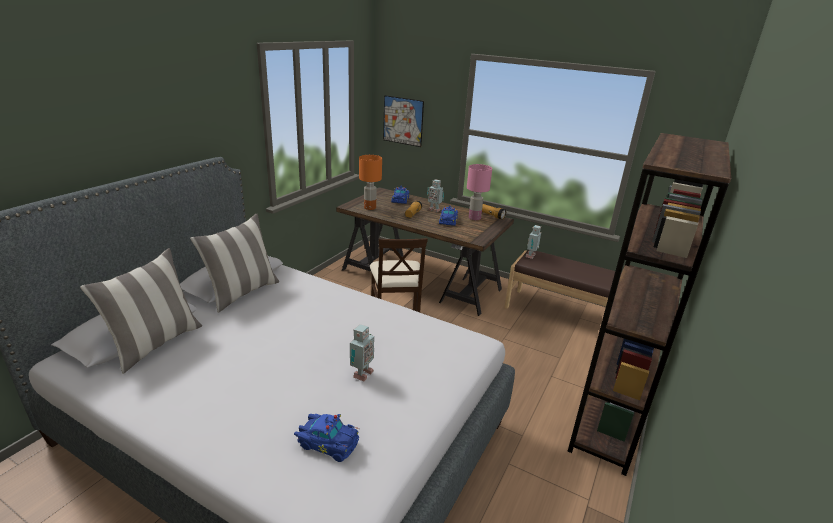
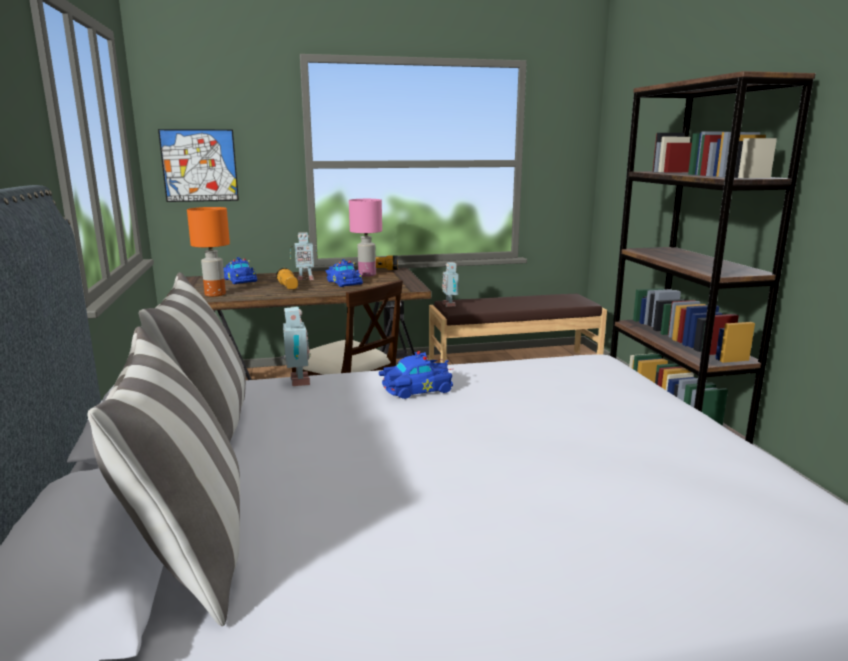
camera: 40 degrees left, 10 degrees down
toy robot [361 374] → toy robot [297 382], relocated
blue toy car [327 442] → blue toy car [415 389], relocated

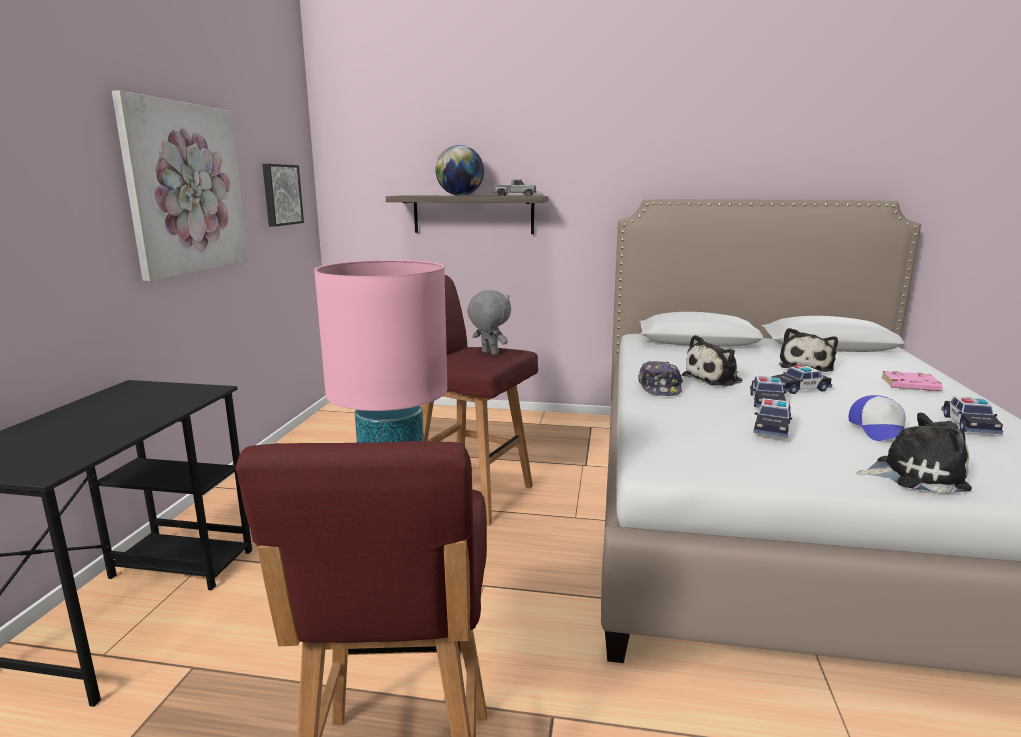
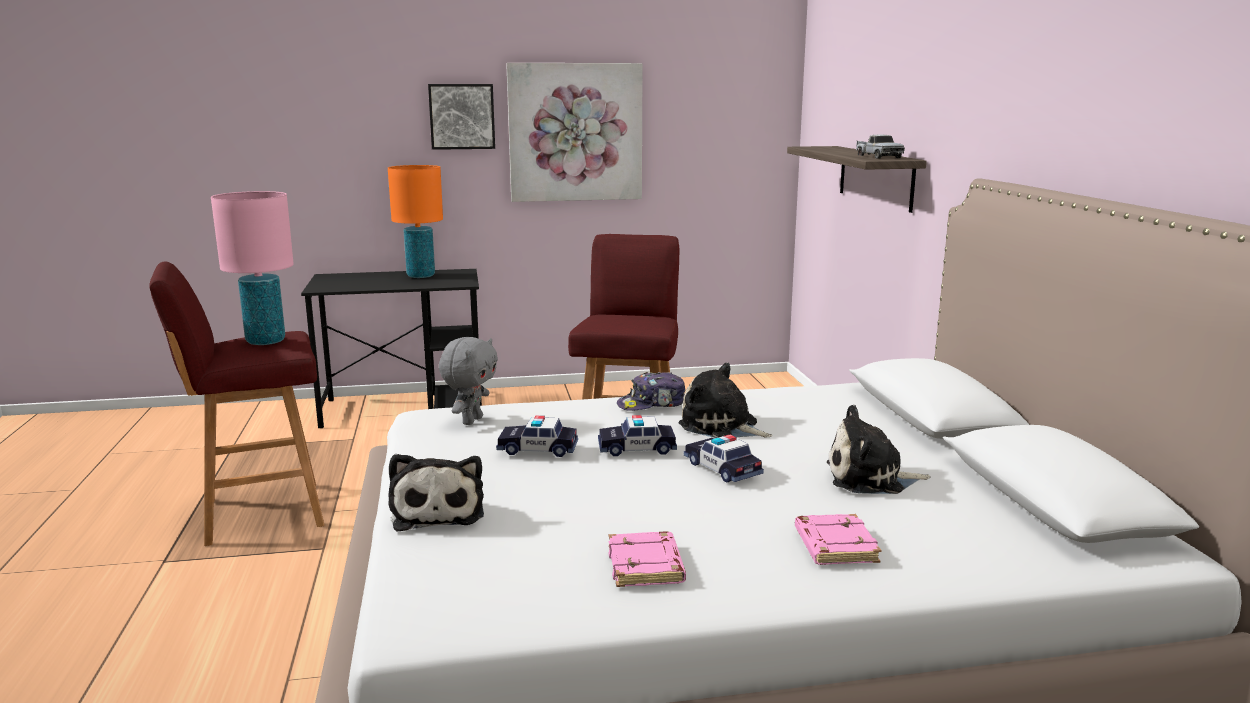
camera: 70 degrees right, 0 degrees up
globe [460 195] → -
picture [281 194] → picture [462 116], relocated
grey plush toy [489 353] → grey plush toy [471 420], relocated
cap [879 430] → -
toy car [969 424] → pink book [647 566]
- → orange table lamp [421 276]

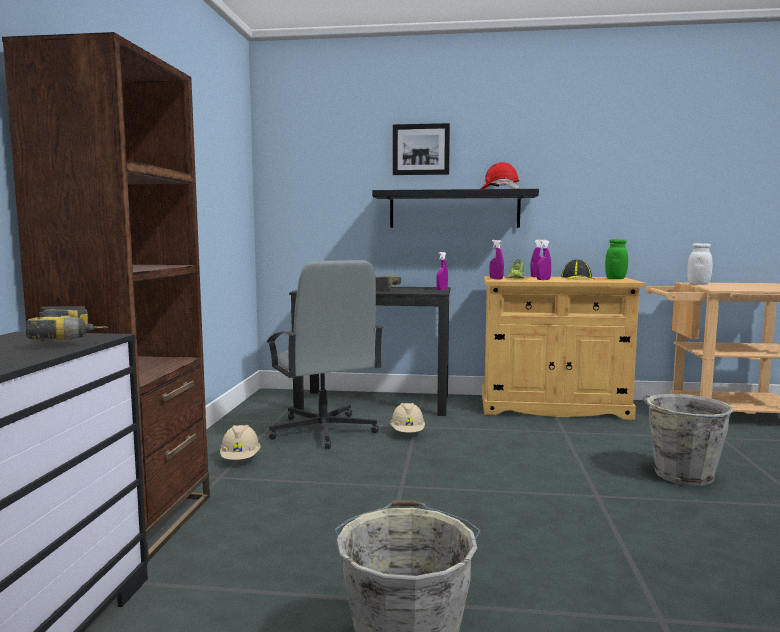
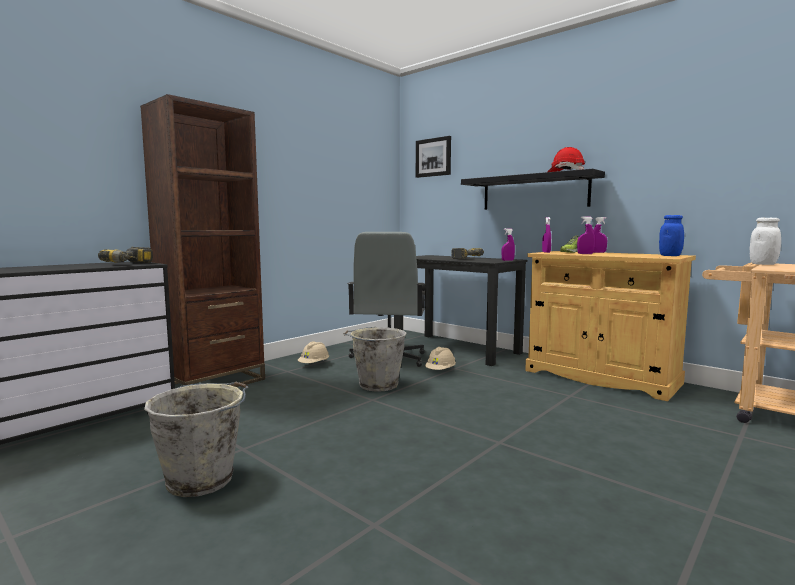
camera: 35 degrees right, 0 degrees up
picture [421 149] → picture [433 157], relocated
green jar [615 278] → blue jar [670 256]
cap [578 278] → -
grey bucket [682 476] → grey bucket [376 385], relocated

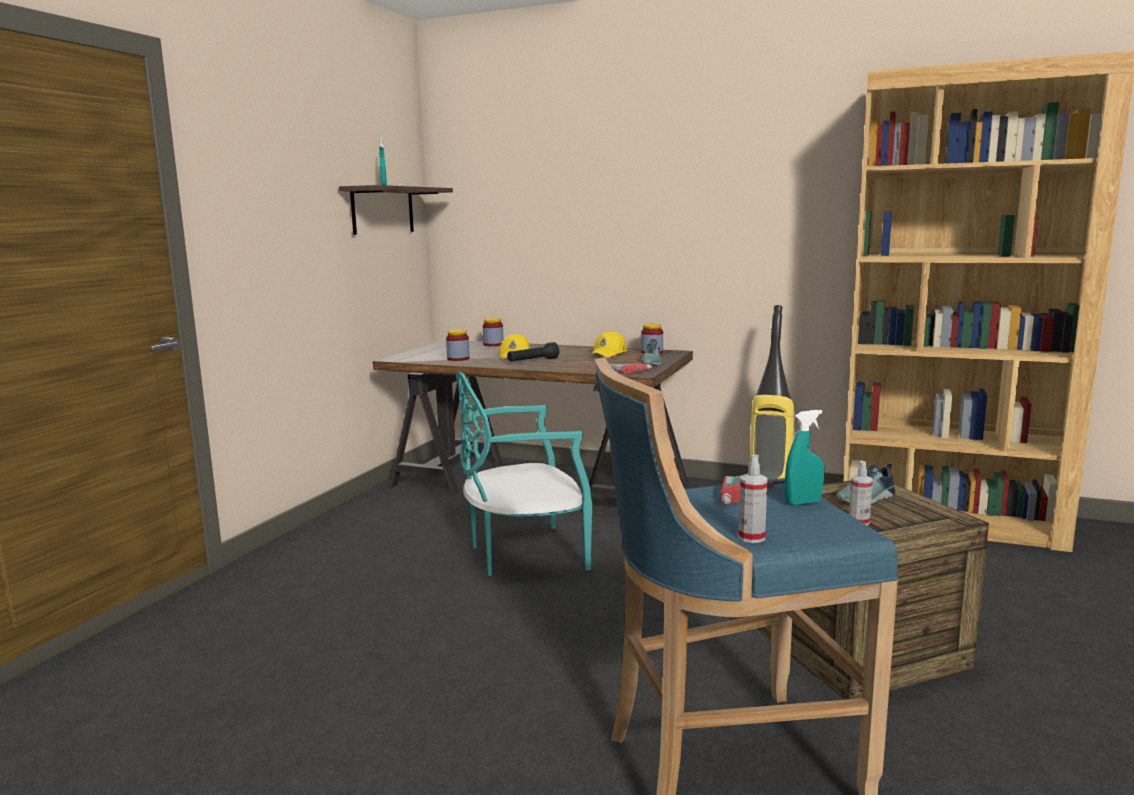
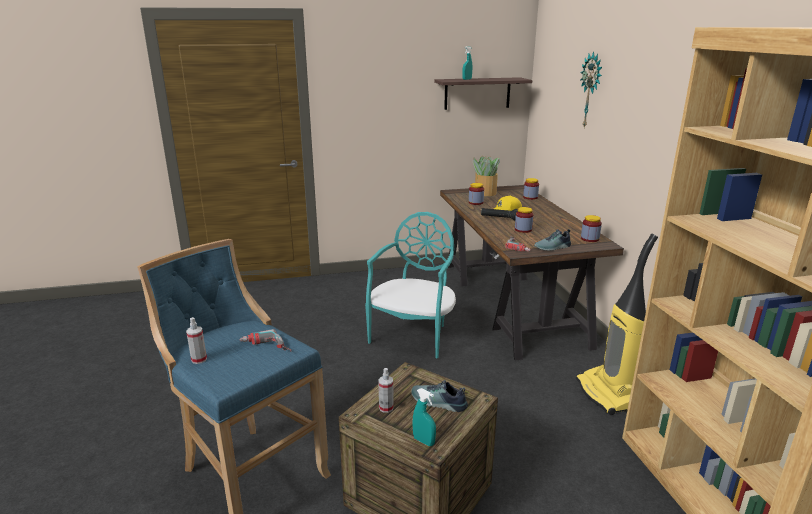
camera: 55 degrees right, 10 degrees up
yellow cap [609 354] → -
turquoise chair [524 554] → turquoise chair [414 335], 75 degrees clockwise
turquoise spray bottle [803 503] → turquoise spray bottle [424 441], relocated
- → wall clock [591 91]
- → potted plant [485 193]
- → jar [523 229]

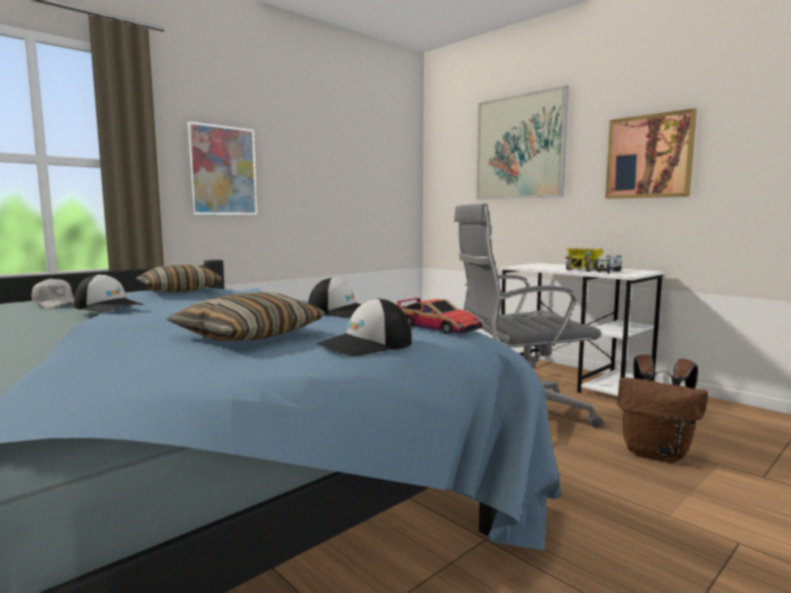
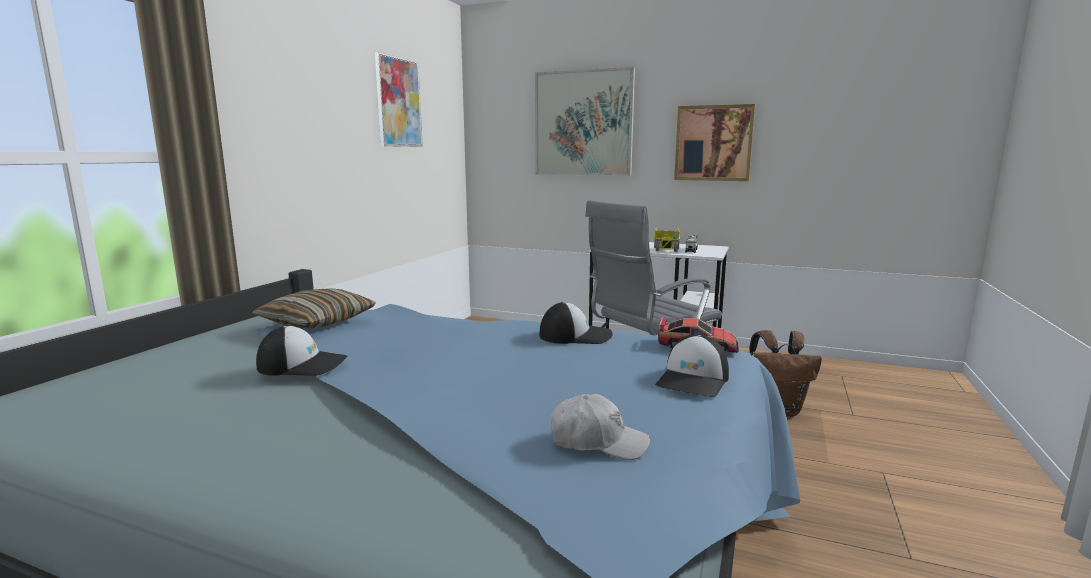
camera: 25 degrees left, 5 degrees up
picture [223 171] → picture [398 102], relocated
white cap [56 304] → white cap [597 442], relocated
pillow [248 335] → -

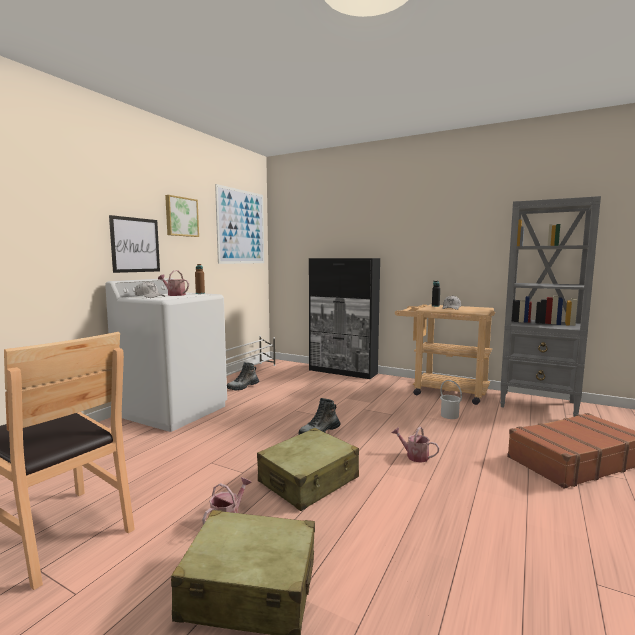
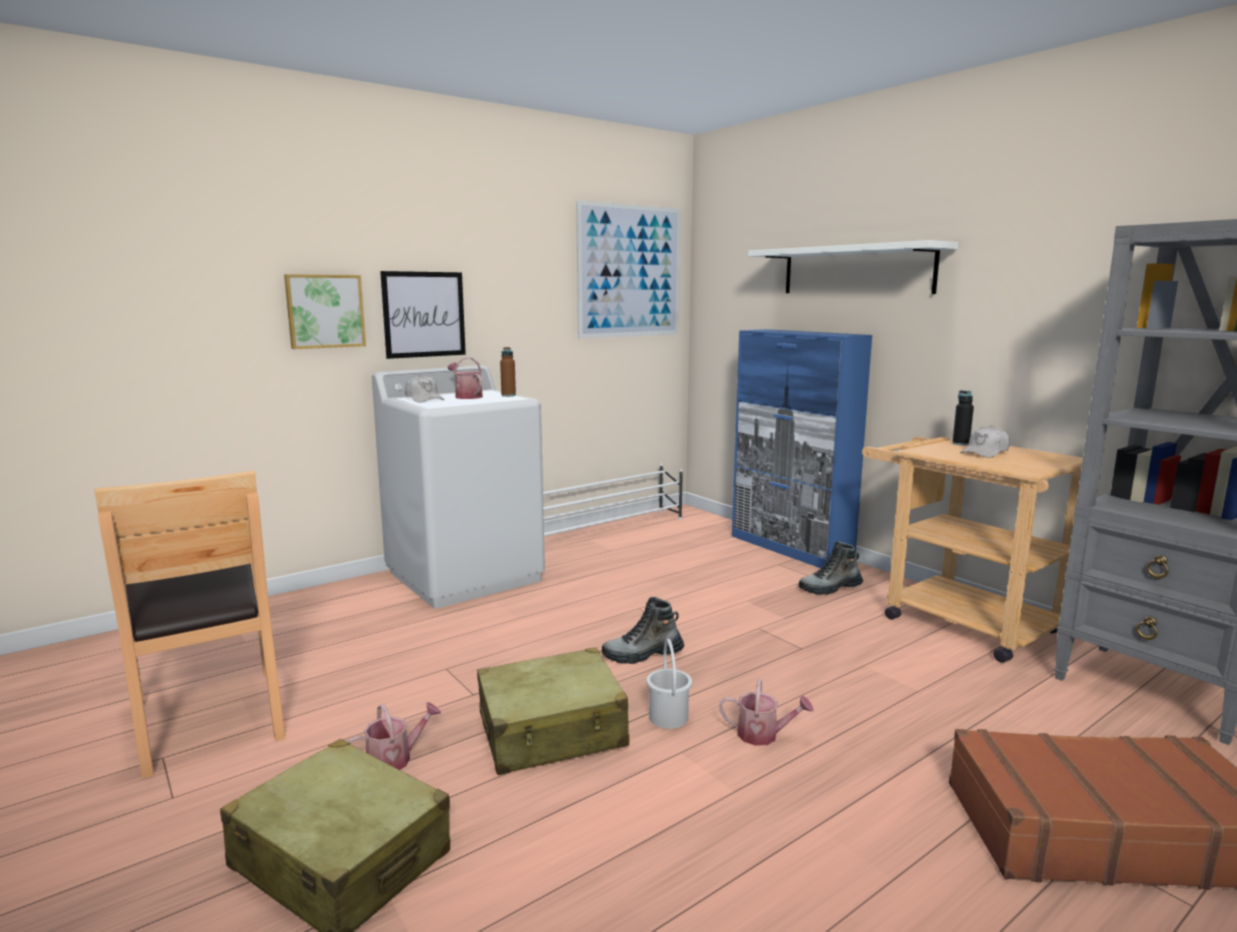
camera: 25 degrees right, 5 degrees up
picture [181 217] → picture [325 311], relocated
black cabinet [343 372] → blue cabinet [790 549]
boot [243 387] → boot [830 588], relocated
white bucket [449 415] → white bucket [669 717], relocated
watering can [414 456] → watering can [763 735], 135 degrees clockwise
- → white shelf [856 270]

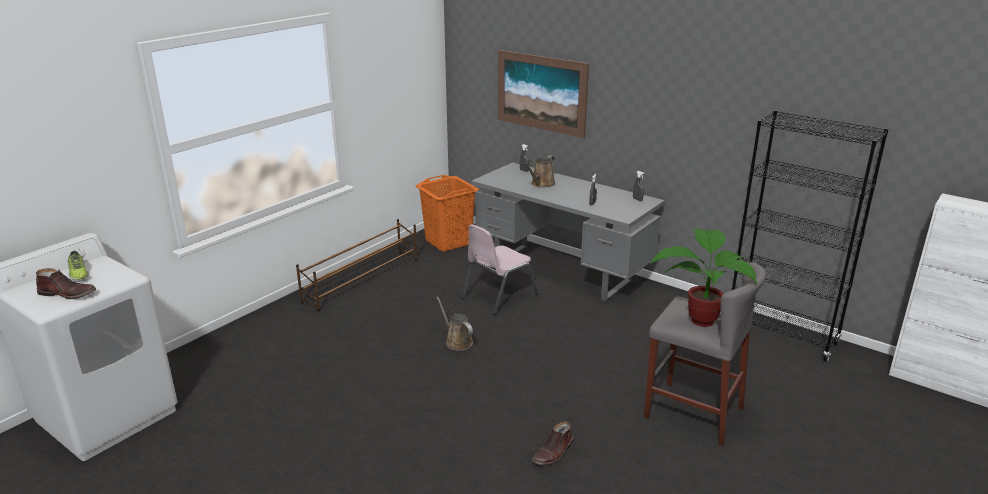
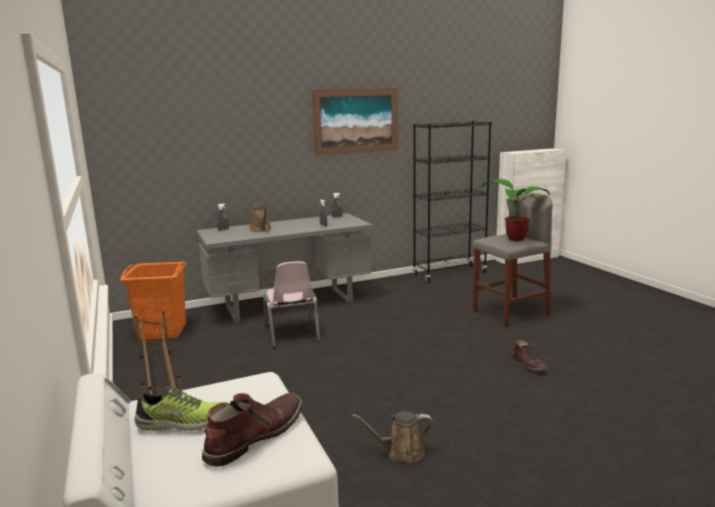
camera: 60 degrees left, 10 degrees down
picture [541 93] → picture [356 121], relocated
brown watering can [457 341] → brown watering can [401 452], relocated

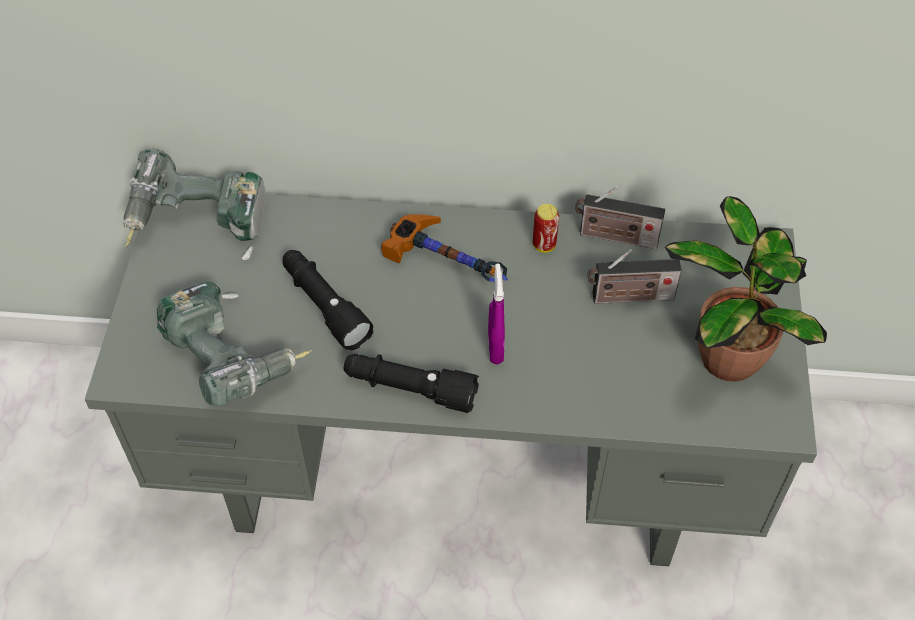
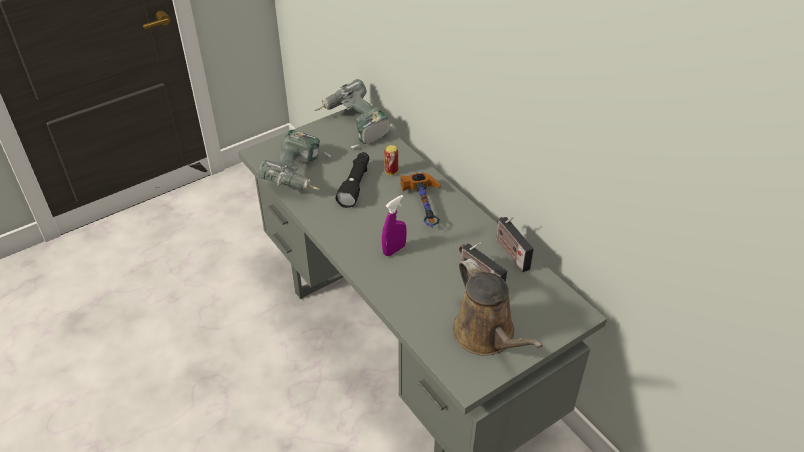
camera: 50 degrees right, 10 degrees down
potted plant [726 355] → brown watering can [487 335]
can [544 245] → can [391 172], relocated
black flashlight [410 389] → -

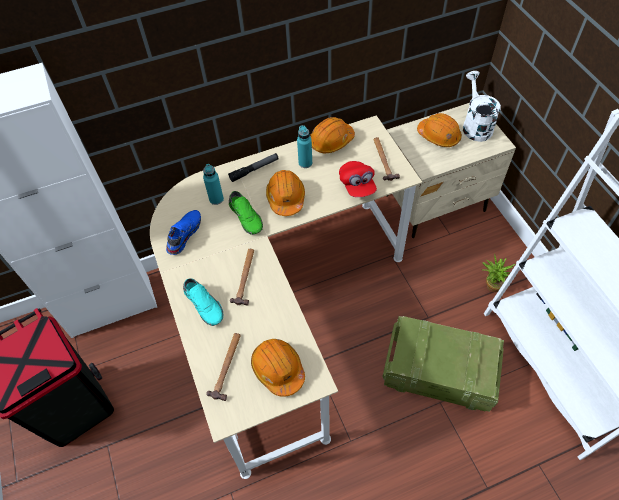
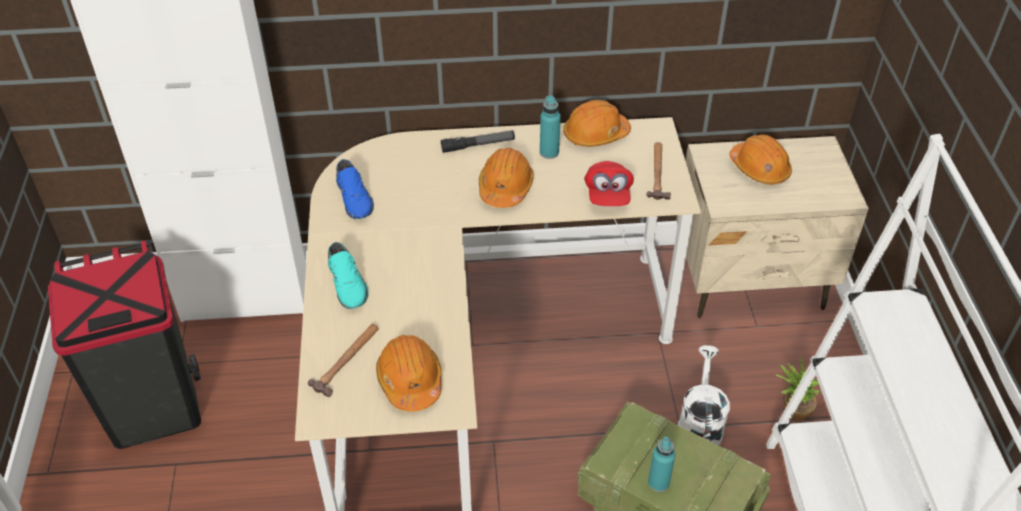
camera: 15 degrees right, 10 degrees down
white watering can [475 125] → white watering can [699 424], relocated
turquoise bottle [216 199] → turquoise bottle [658 482], relocated
green shoe [247 217] → -
blue shoe [183 234] → blue shoe [355 198], 120 degrees clockwise
hammer [245 277] → -

